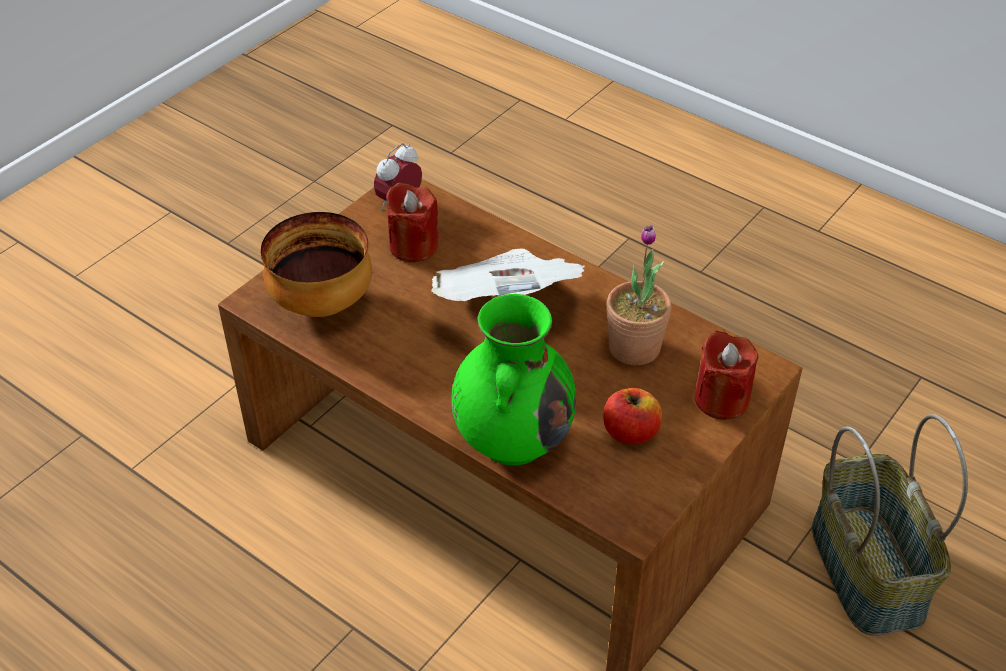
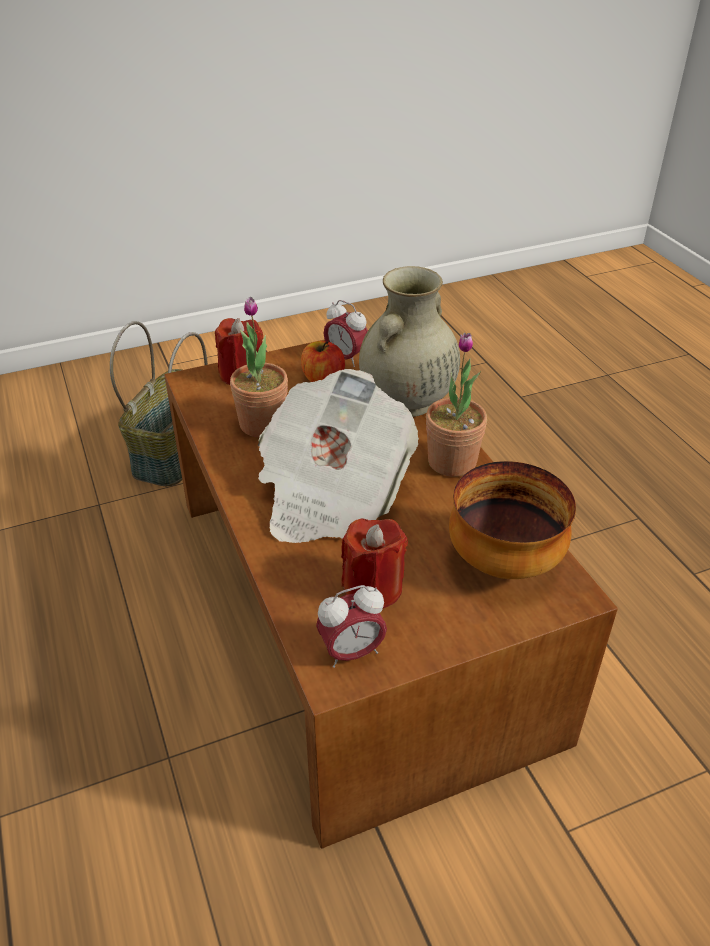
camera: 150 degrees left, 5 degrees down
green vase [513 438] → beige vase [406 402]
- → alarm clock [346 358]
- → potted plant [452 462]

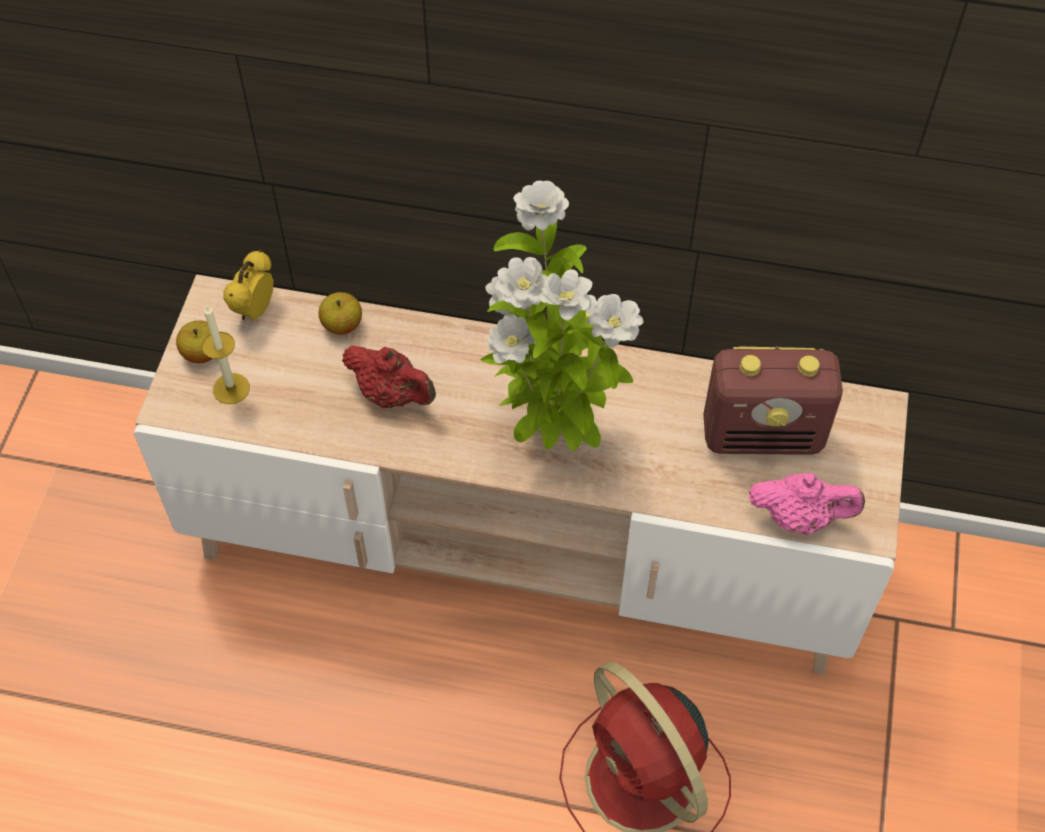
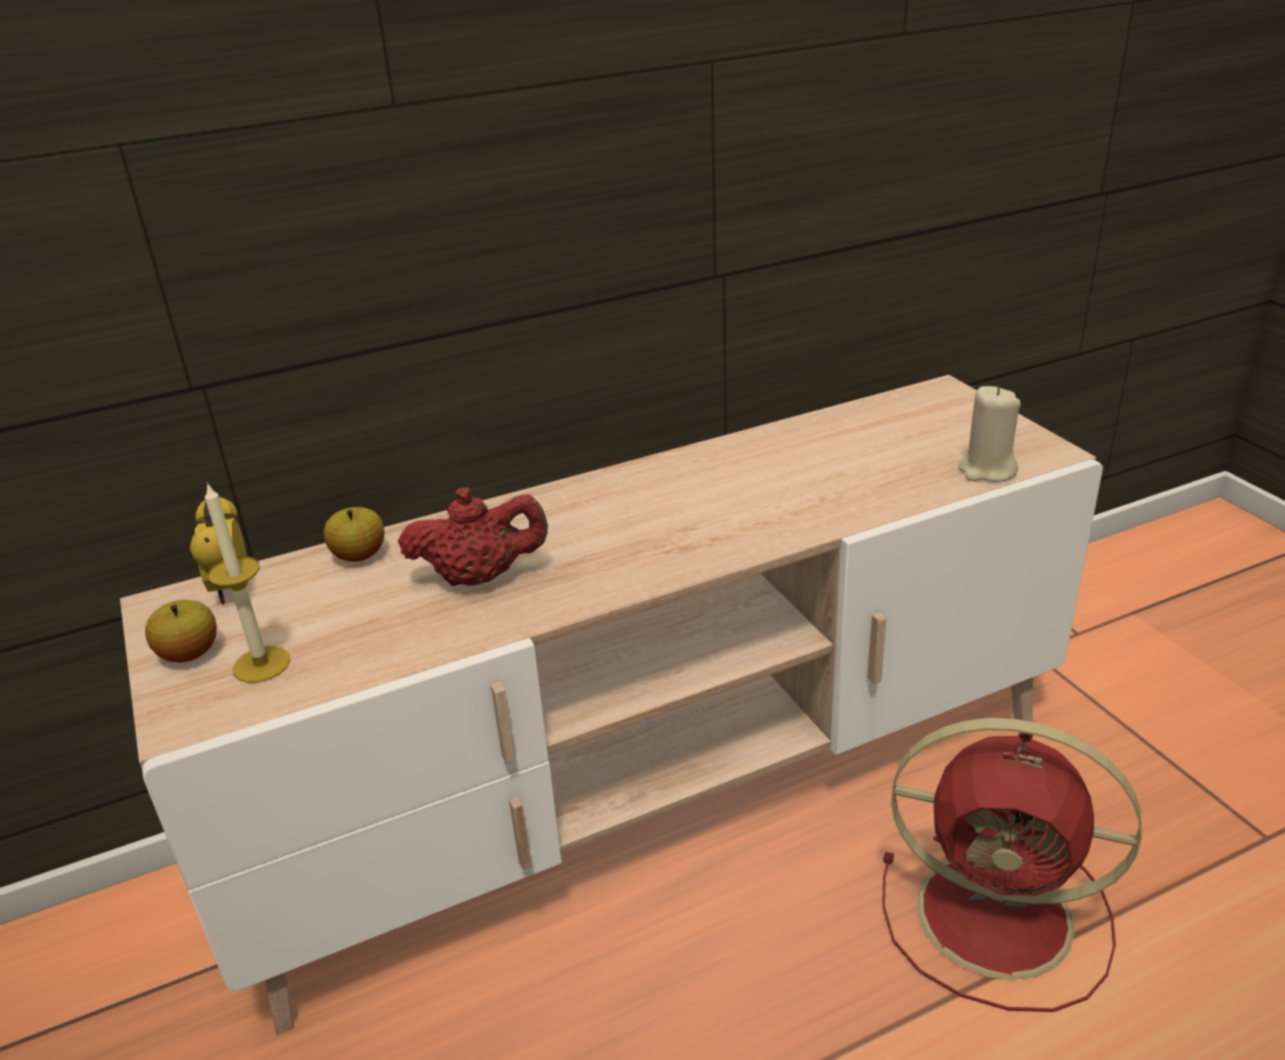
camera: 35 degrees left, 25 degrees down
potted plant [553 433] → -
radio [763 434] → -
pink teapot [799 517] → beige candle [986 470]

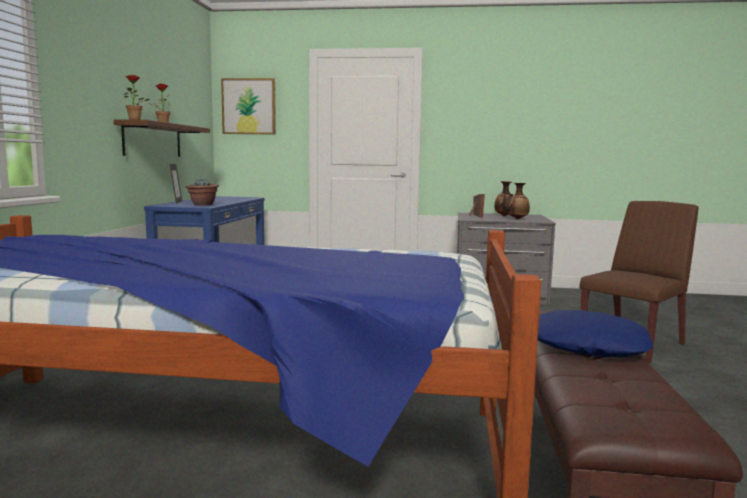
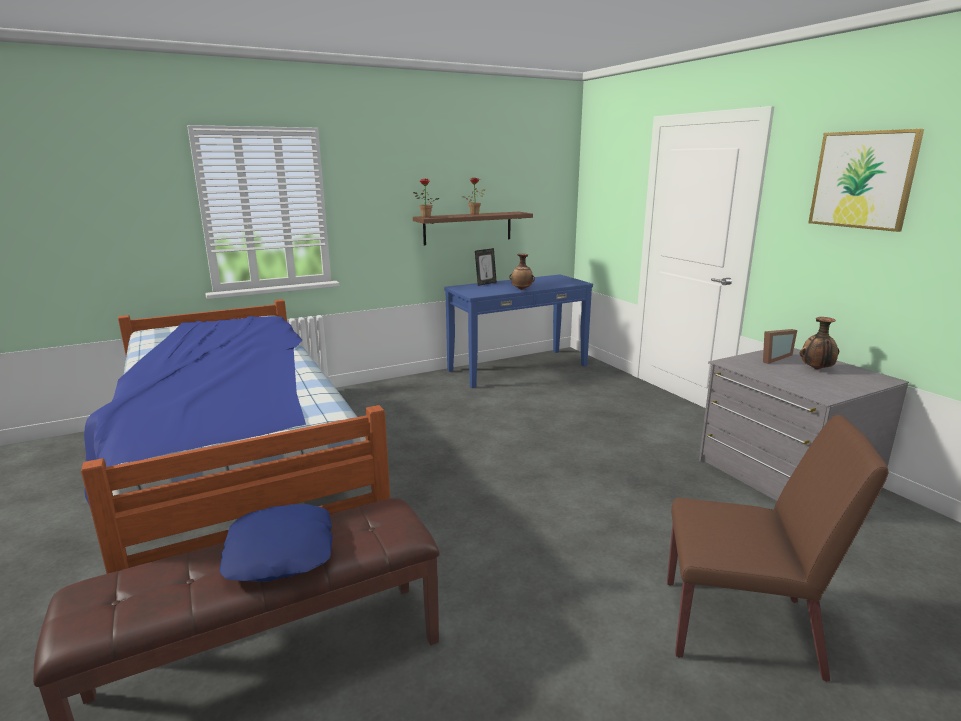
camera: 55 degrees right, 10 degrees up
picture [249 106] → picture [863 180], relocated
potted plant [203 205] → -
vase [517 219] → vase [521 289], relocated

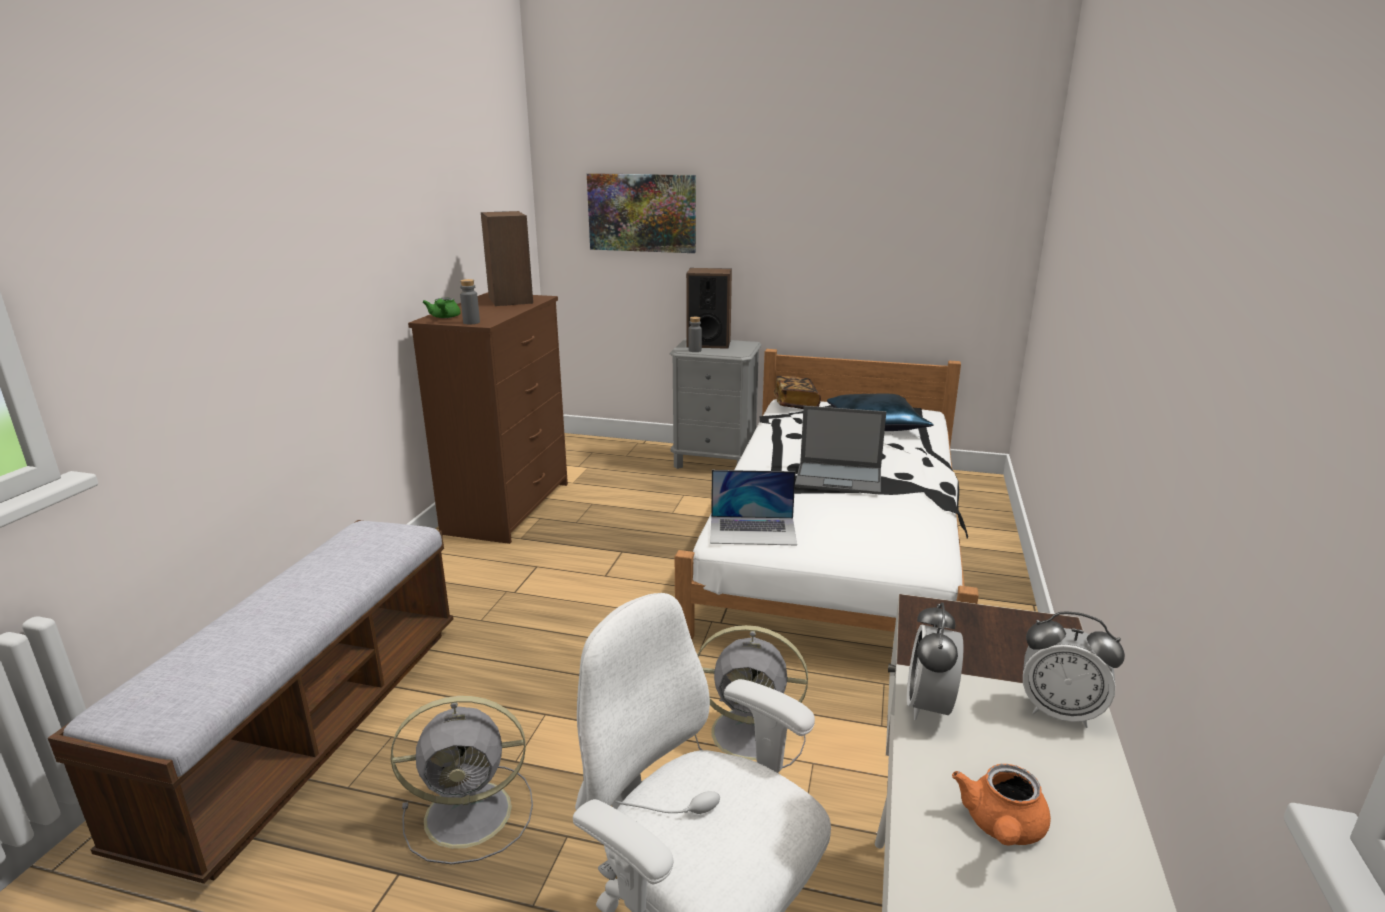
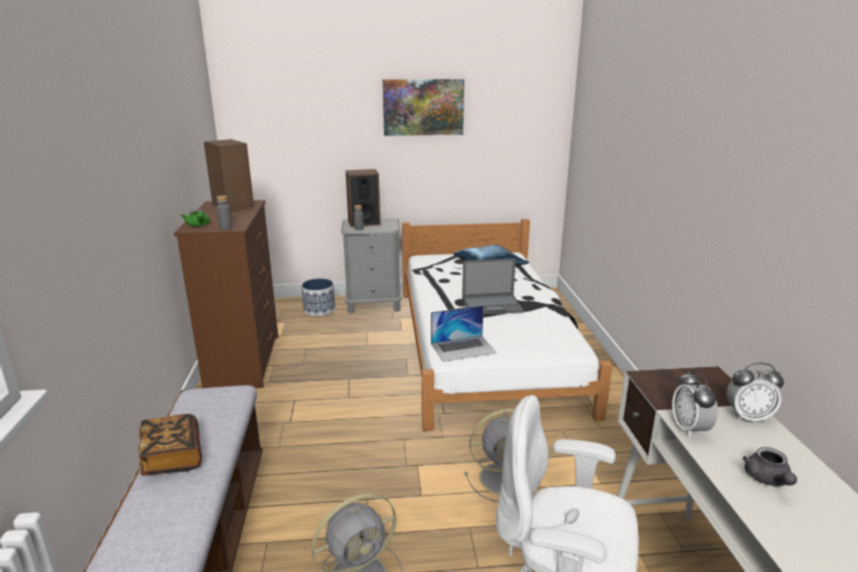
camera: 20 degrees left, 0 degrees up
picture [642 212] → picture [423 107], relocated
book [795 404] → book [172 457], relocated
orange teapot [1001 827] → grey teapot [768 480]
- → planter [319 310]

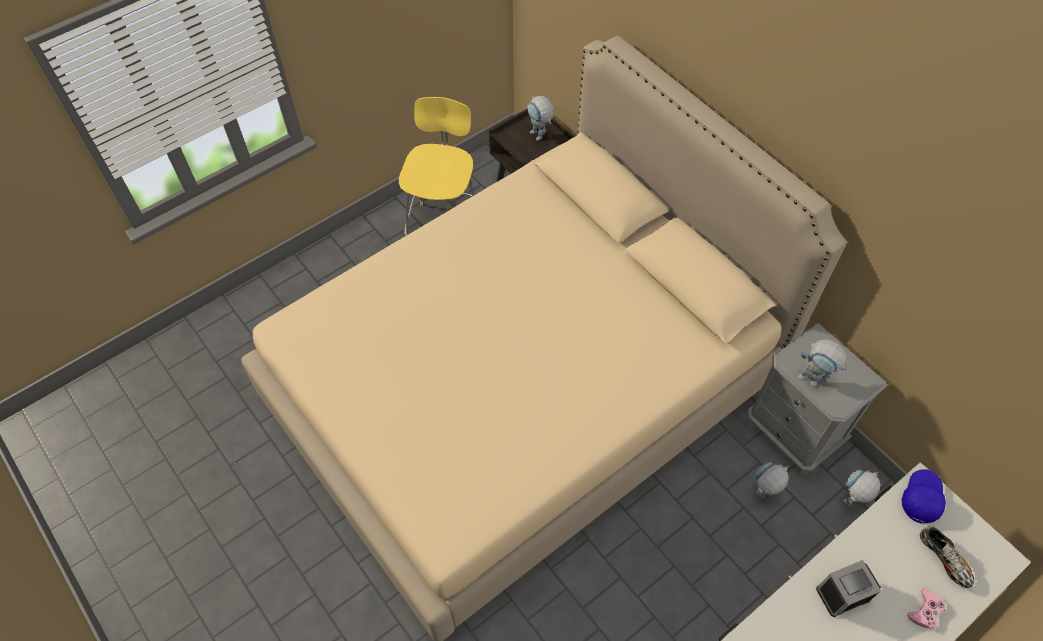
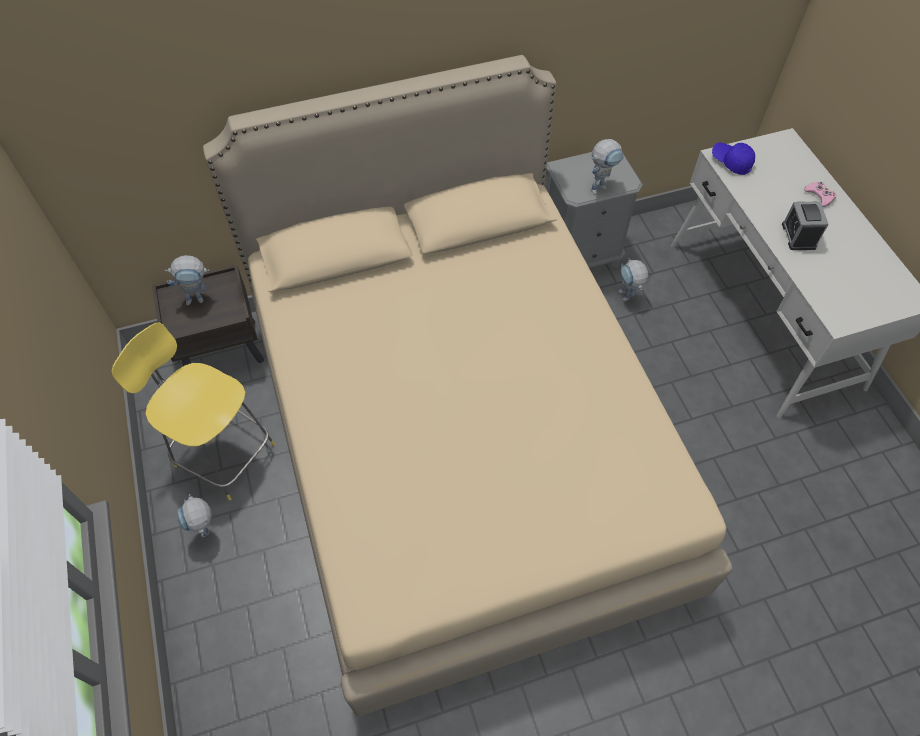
camera: 70 degrees left, 0 degrees up
toy robot [849 502] → toy robot [207 532], relocated
shoe [943 559] → -

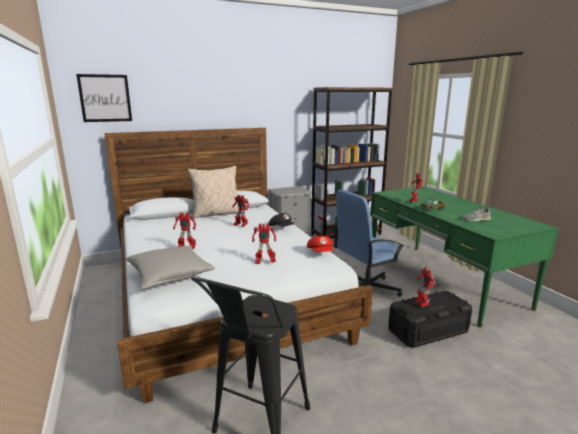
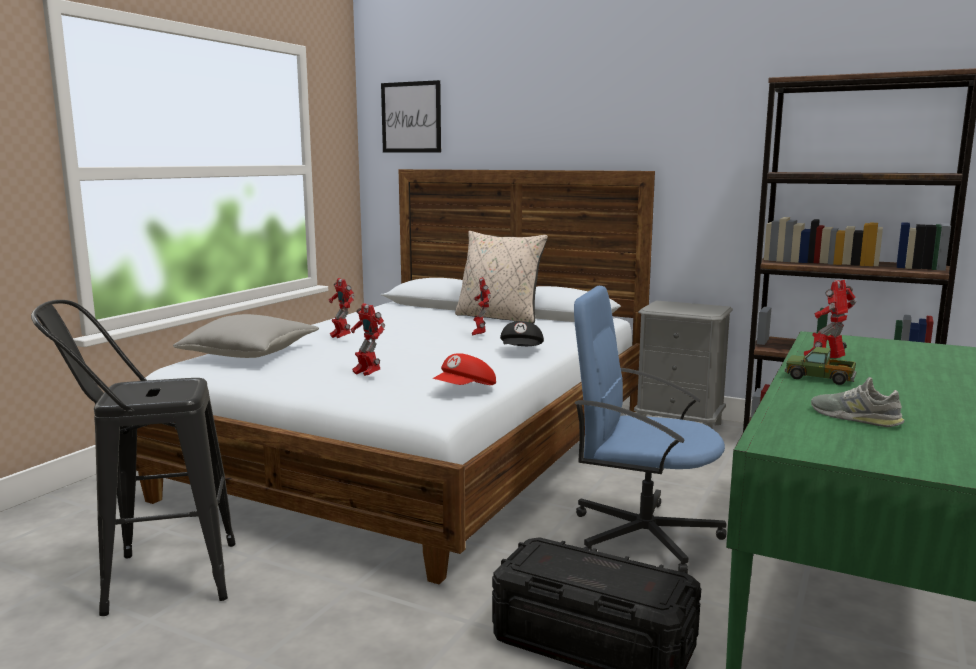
camera: 50 degrees right, 5 degrees down
toy robot [421 304] → -

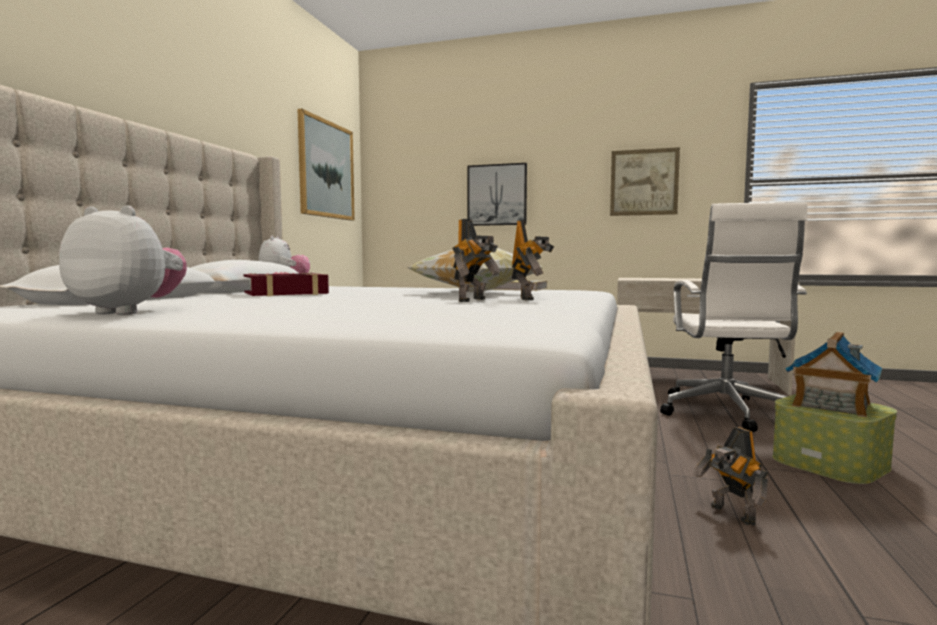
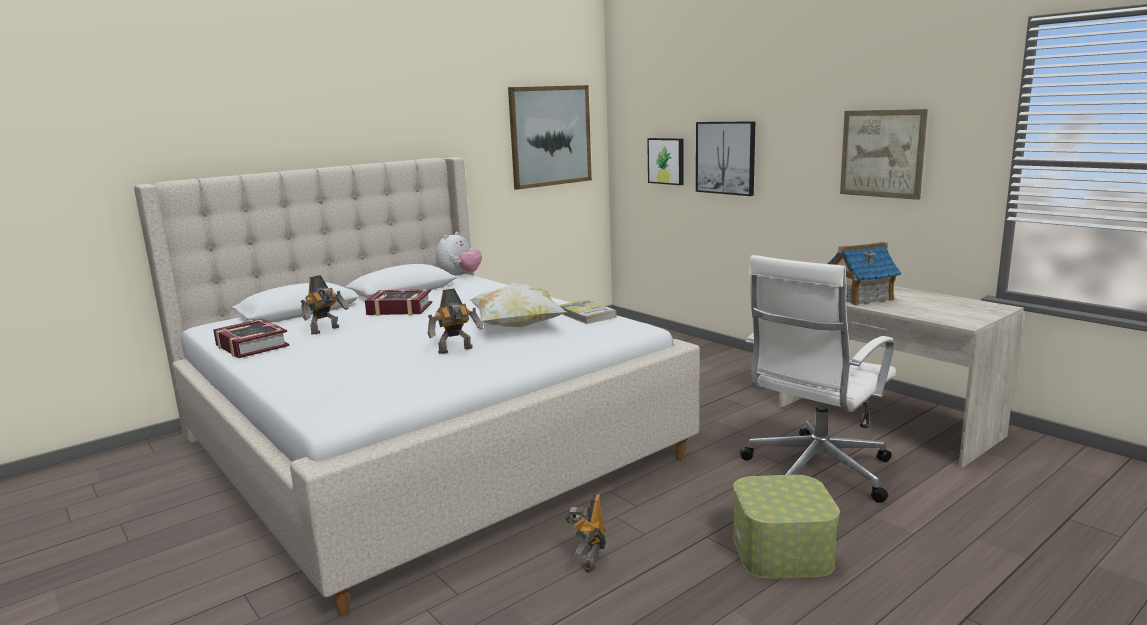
camera: 35 degrees right, 10 degrees up
plush toy [129 312] → book [251 346]
toy robot [529 298] → toy robot [326 330], relocated
toy house [830 405] → toy house [859 297], relocated
- → picture [666 161]

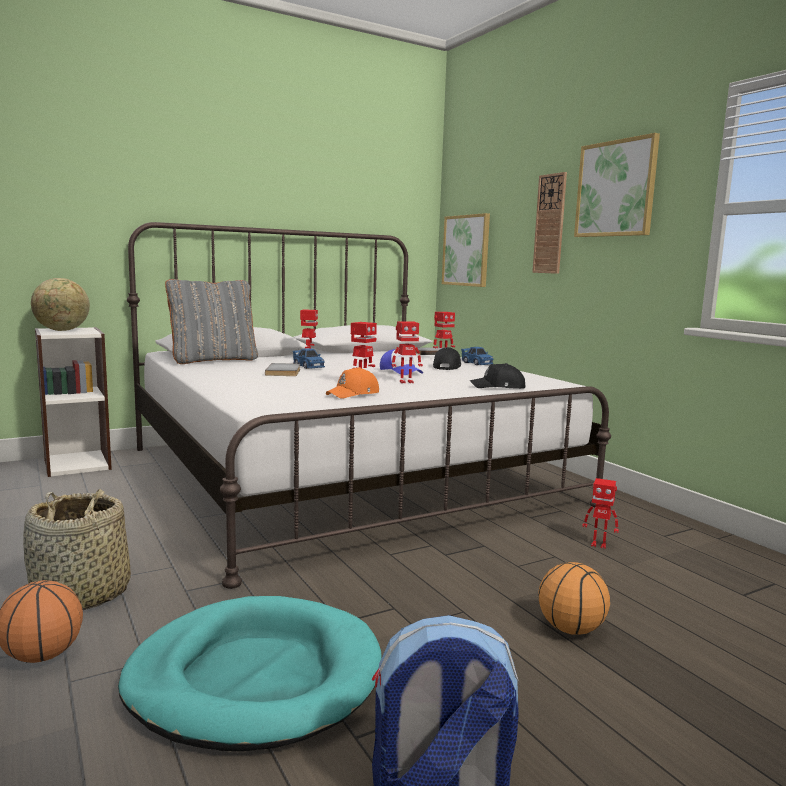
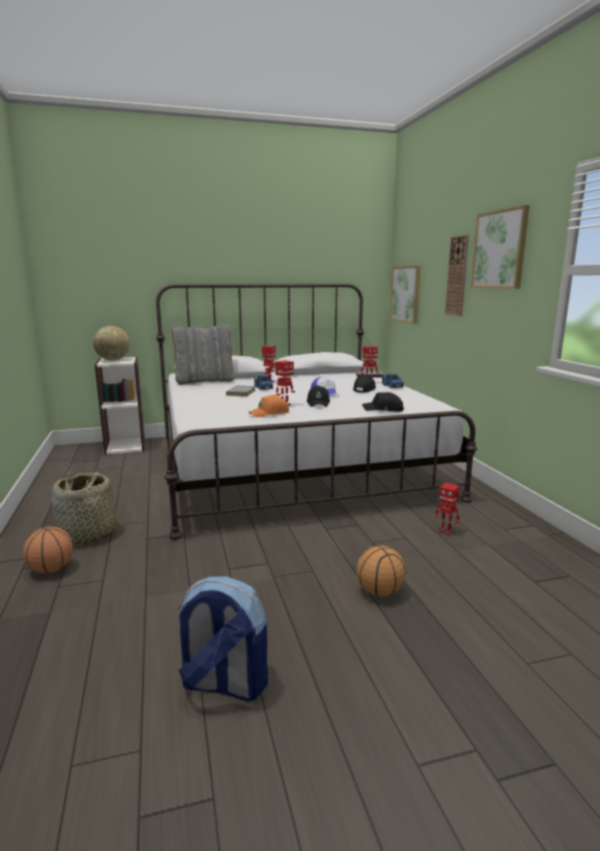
camera: 15 degrees right, 5 degrees up
toy robot [406 382] → black cap [318 403]
turquoise dog bed [255 677] → -

